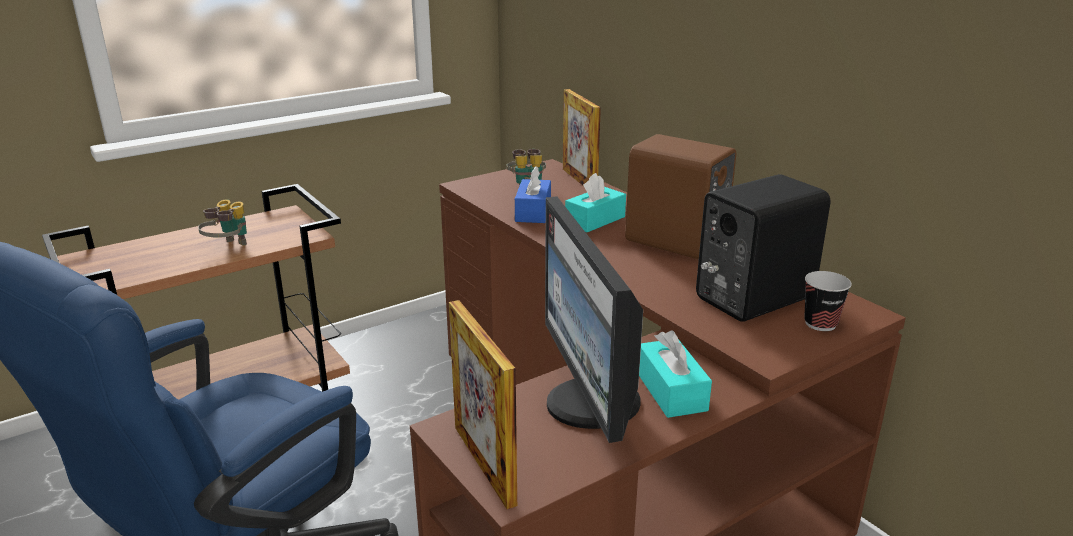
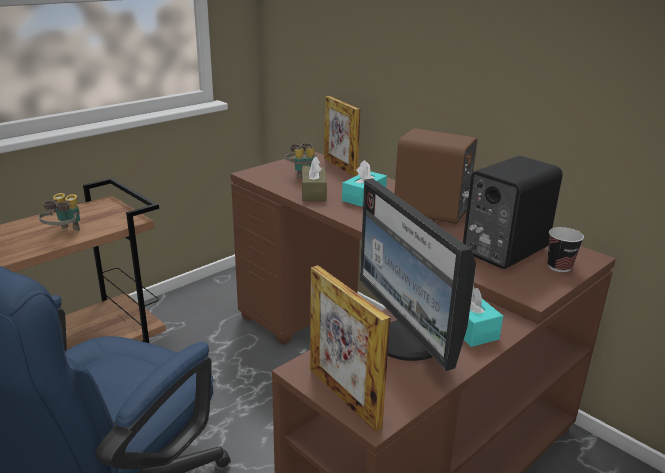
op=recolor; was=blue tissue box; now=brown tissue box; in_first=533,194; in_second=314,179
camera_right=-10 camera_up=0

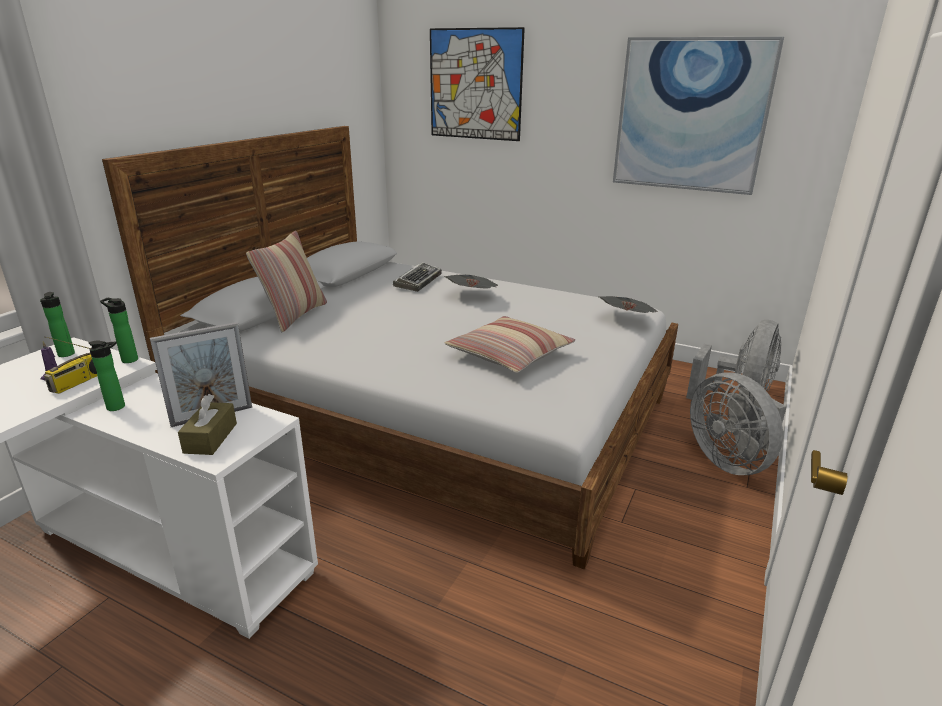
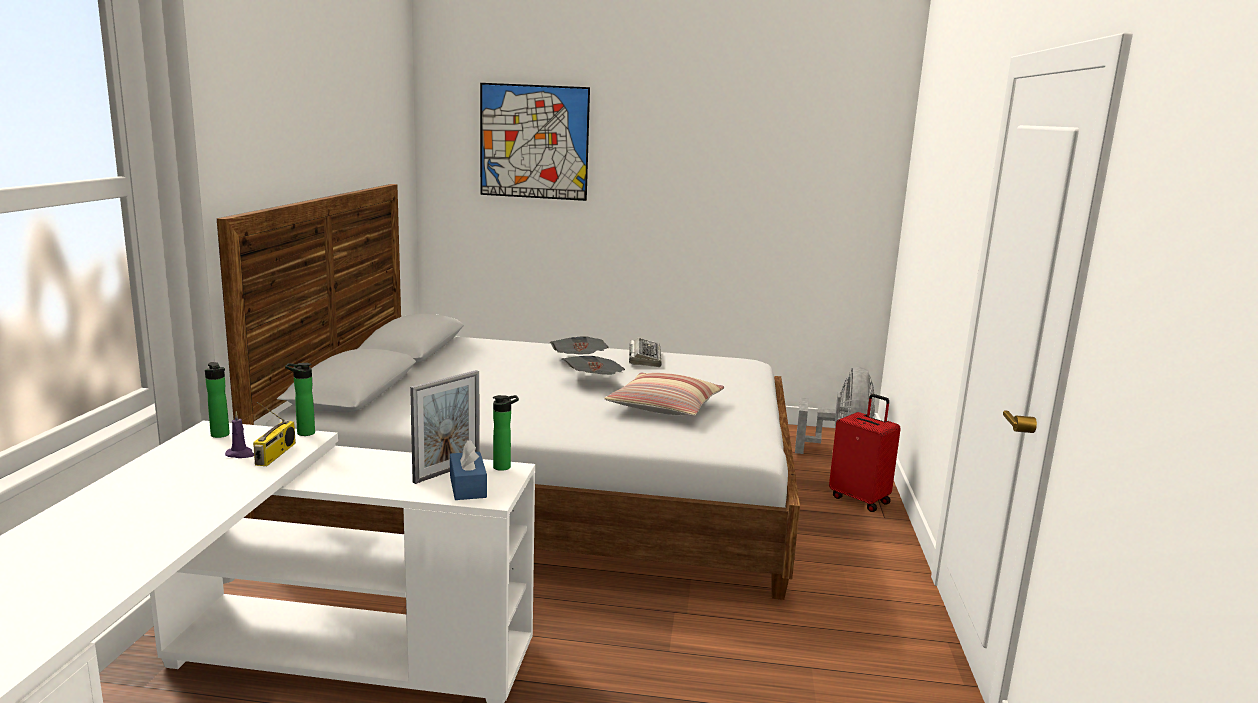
op=recolor; was=brown tissue box; now=blue tissue box; in_first=207,424; in_second=468,470
op=move; was=bottle; in_first=106,375; in_second=506,433
op=move; was=newspaper; in_first=627,304; in_second=593,365
op=move; was=keyboard; in_first=417,277; in_second=645,352
op=replace; was=grey fan; now=red suitcase; in_first=738,423; in_second=865,453
op=delete; was=pillow; in_first=286,281
op=delete; was=picture; in_first=698,116
camera_right=-20 camera_up=-10

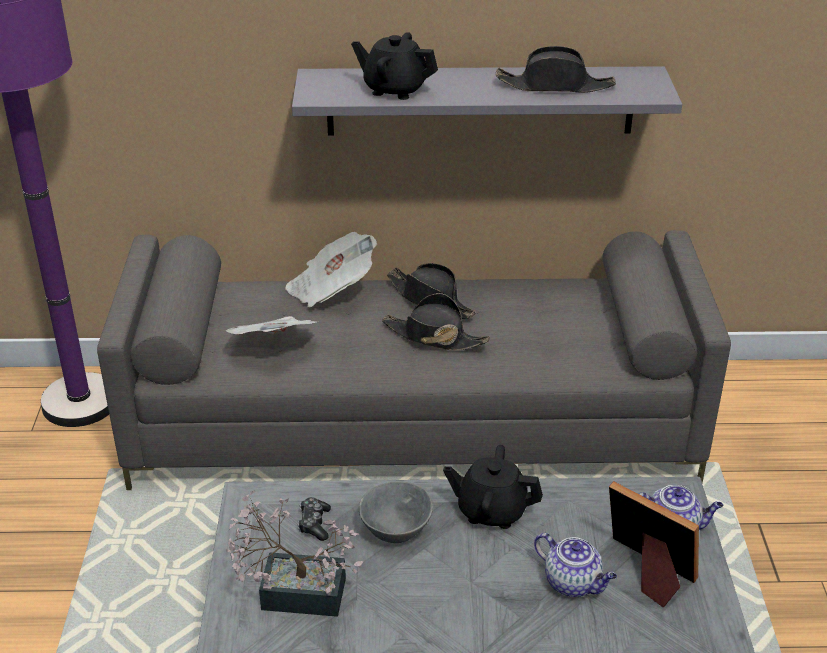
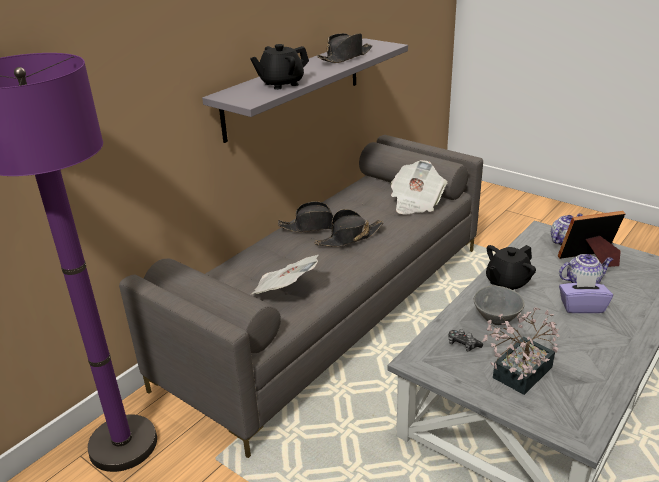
op=move; was=newspaper; in_first=331,269; in_second=419,187
op=insert; now=purple tissue box; in_second=586,294
camera_right=-50 camera_up=-5

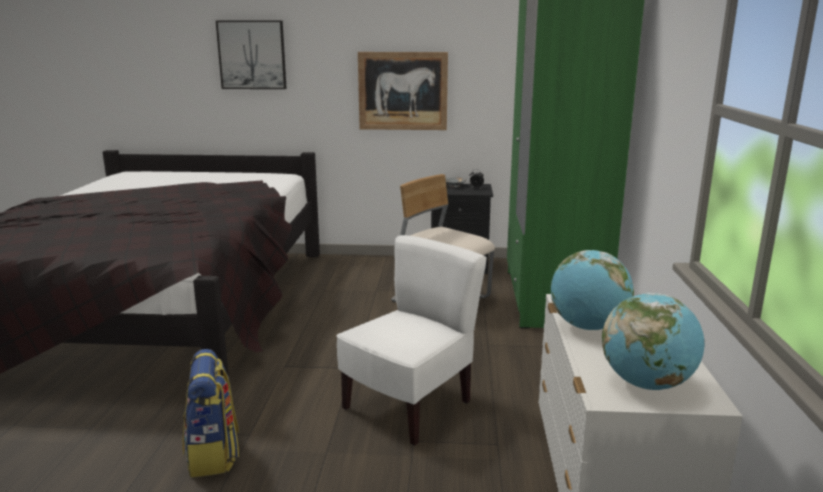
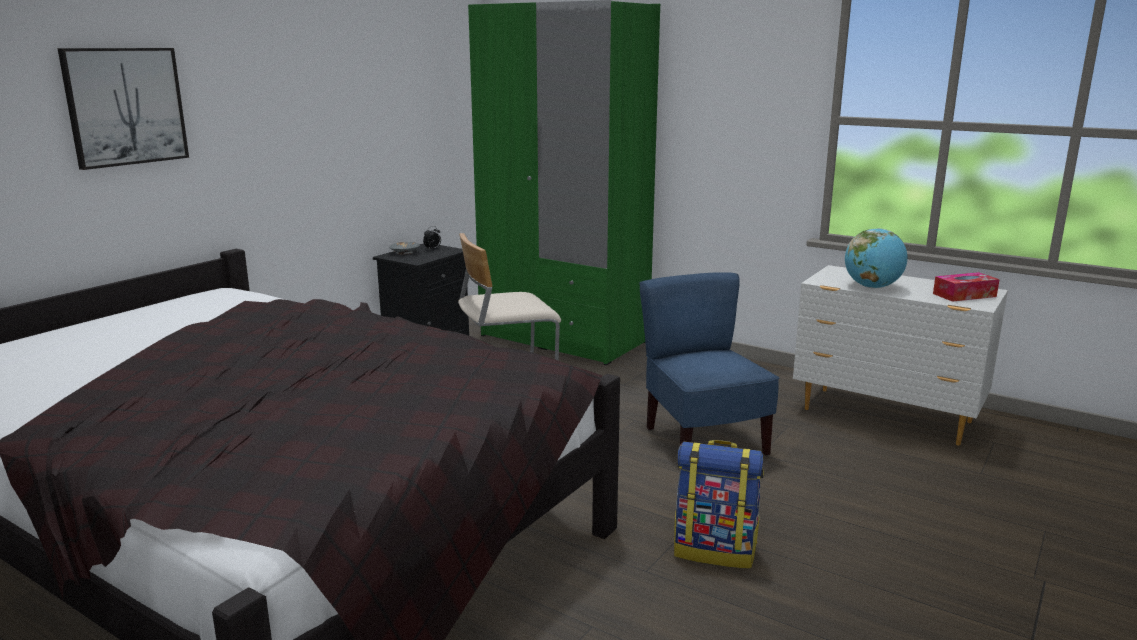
op=recolor; was=white chair; now=blue chair; in_first=411,340; in_second=709,364
op=replace; was=globe; now=tissue box; in_first=653,341; in_second=966,287
op=delete; was=picture; in_first=403,91
camera_right=-60 camera_up=0

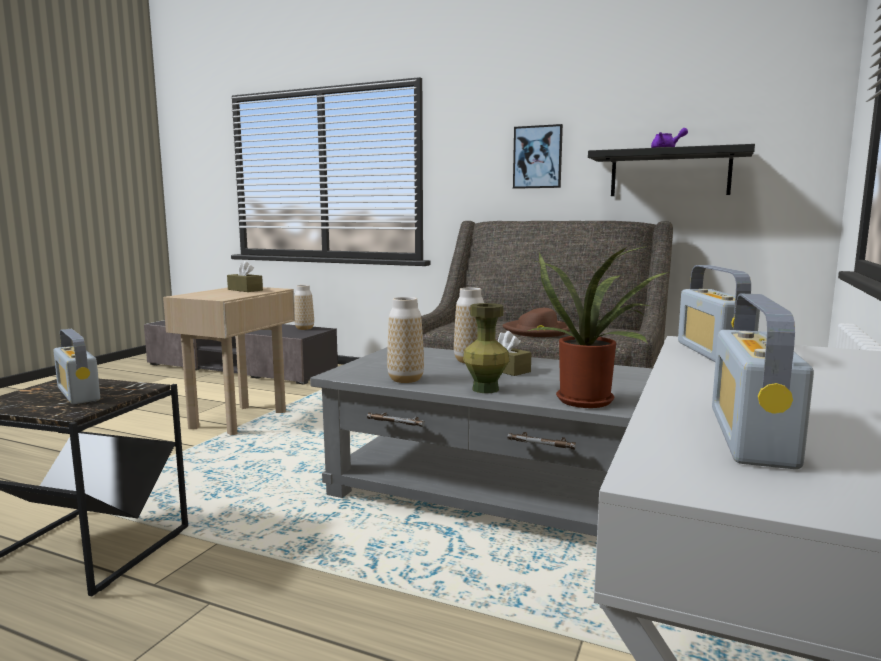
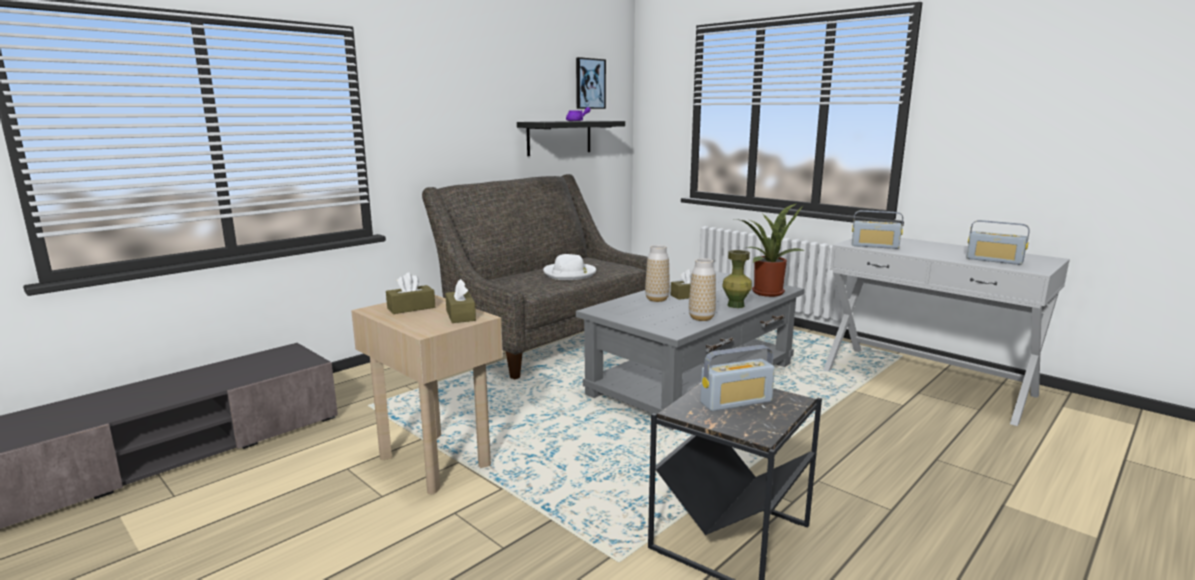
op=insert; now=brown tissue box; in_second=460,301
op=recolor; was=brown hat; now=white hat; in_first=536,322; in_second=569,267
op=move; was=picture; in_first=538,156; in_second=591,83
op=delete; was=vase; in_first=304,307
camera_right=-70 camera_up=5

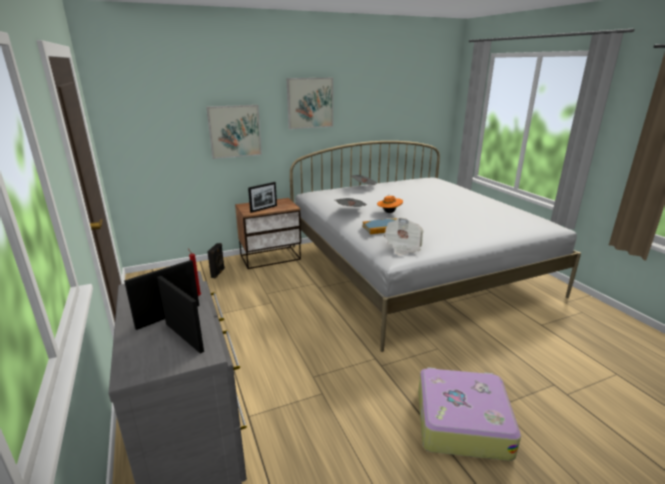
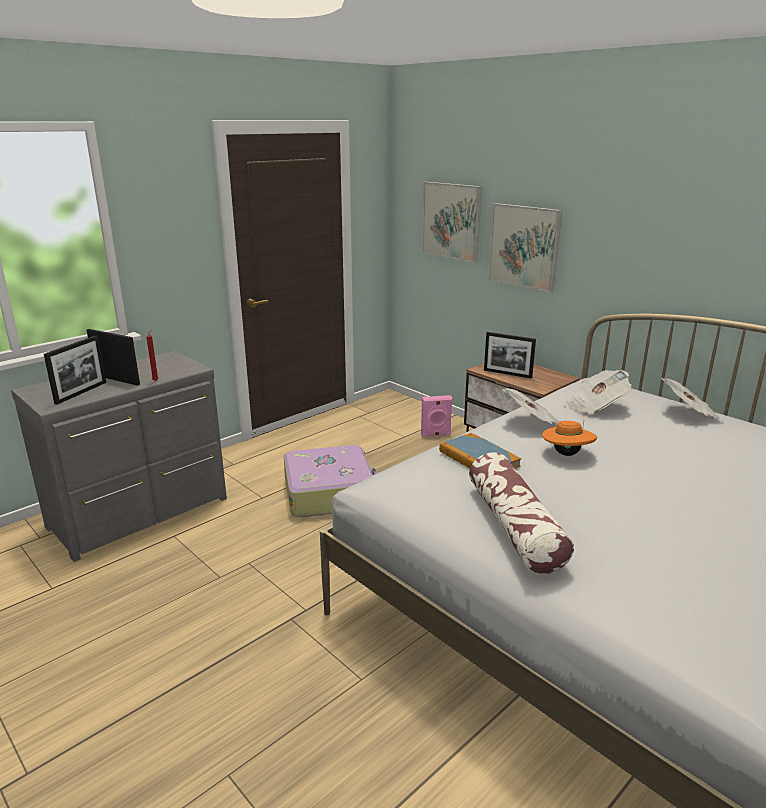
op=move; was=suitcase; in_first=469,414; in_second=330,481
op=recolor; was=black speaker; now=pink speaker; in_first=216,260; in_second=437,416
op=move; was=picture; in_first=310,103; in_second=452,222
op=insert; now=pillow; in_second=521,513
op=move; was=newspaper; in_first=403,236; in_second=597,392
camera_right=70 camera_up=0

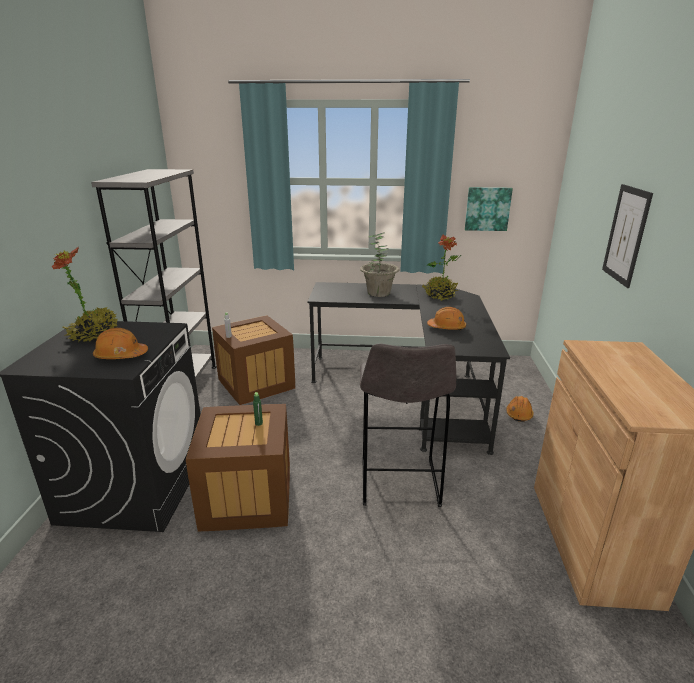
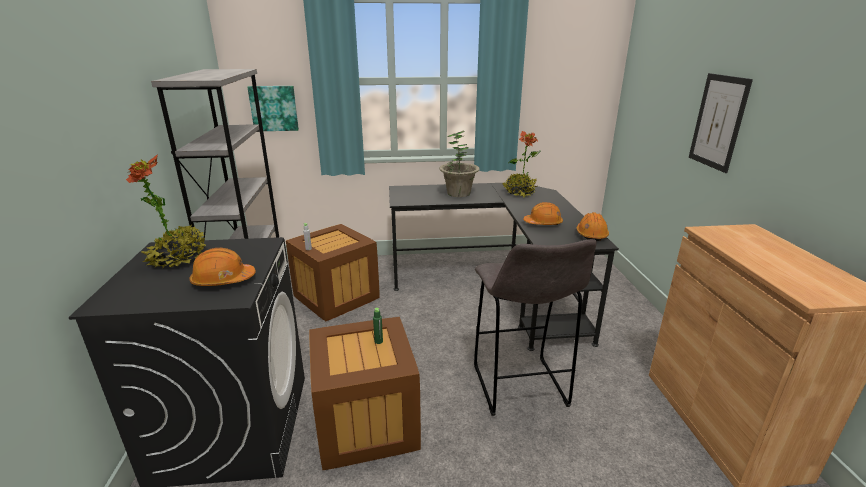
op=move; was=picture; in_first=489,209; in_second=273,108
op=move; was=orange hard hat; in_first=520,409; in_second=593,226
camera_right=-10 camera_up=0

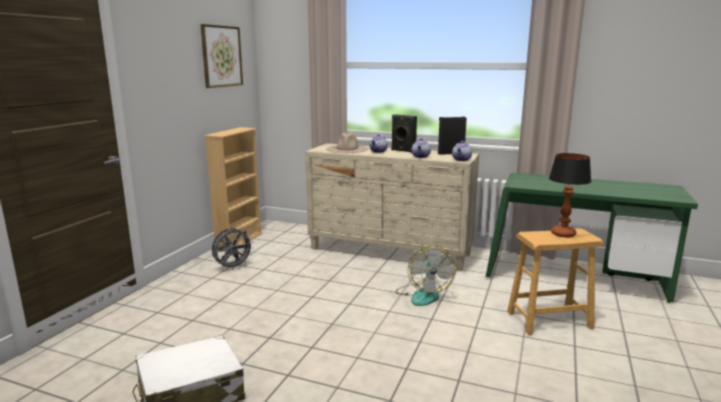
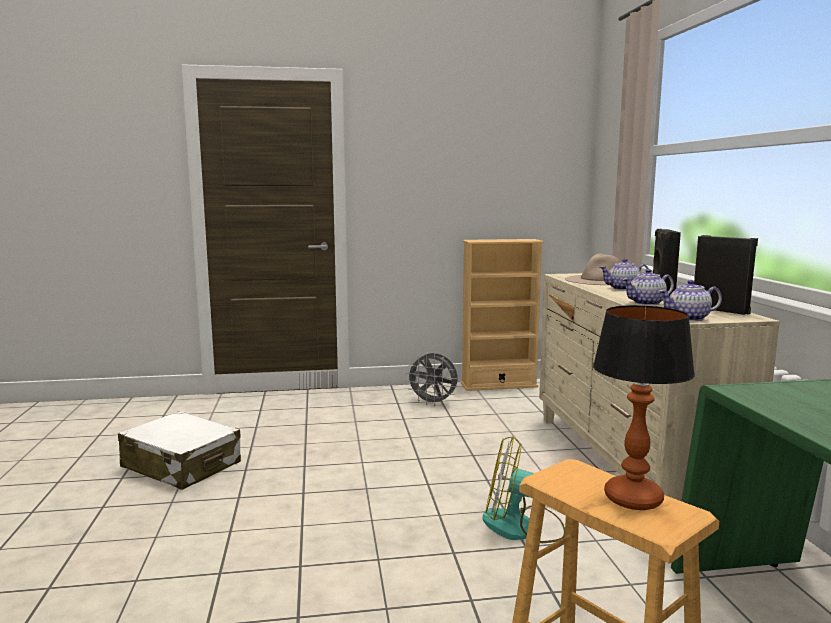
op=rotate; was=fan; in_first=425,276; in_second=523,489; clockwise=45
op=delete; was=picture; in_first=222,56
camera_right=60 camera_up=-5

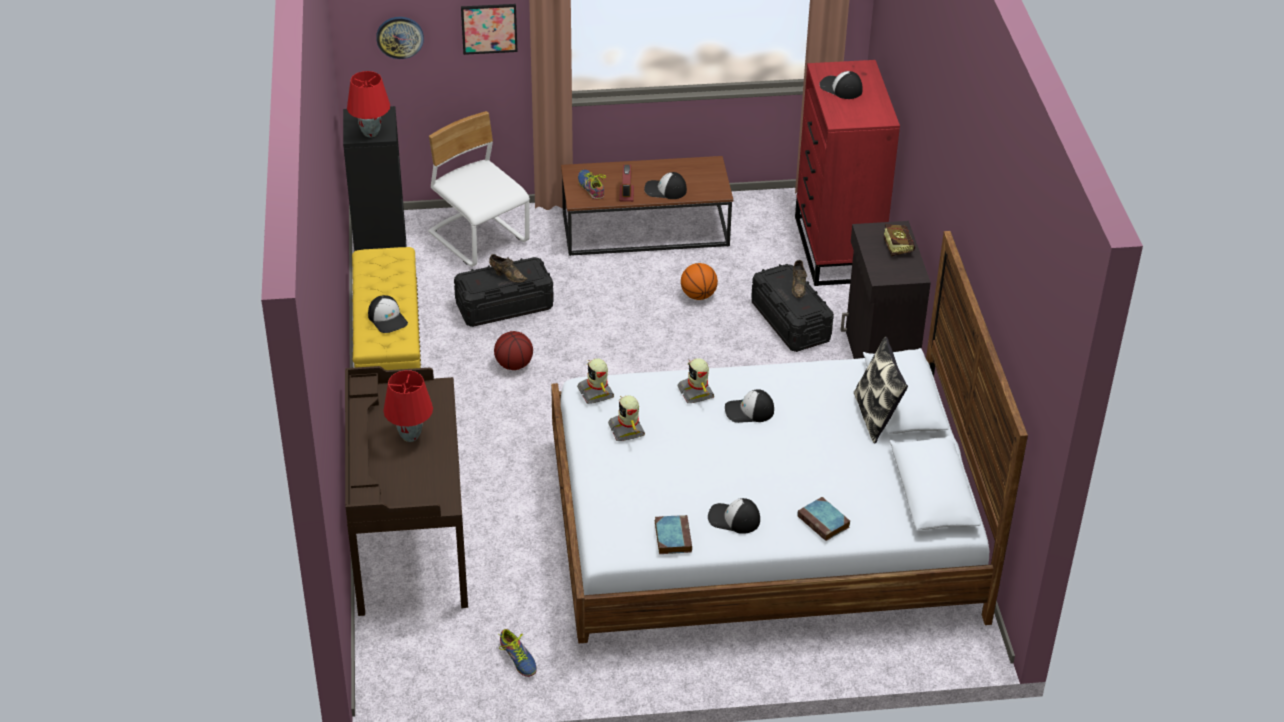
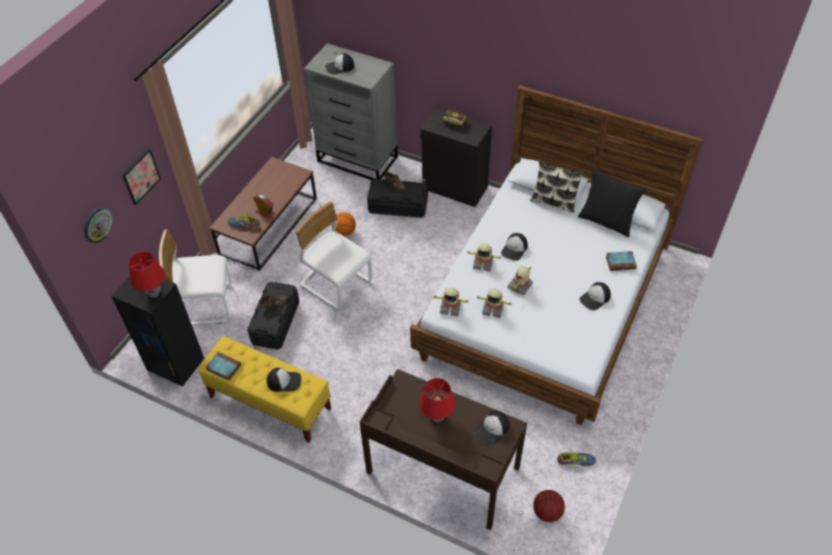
op=move; was=book; in_first=673,534; in_second=223,366
op=insert; now=white chair; in_second=333,255
op=recolor; was=red dresser; now=grey dresser; in_first=847,173; in_second=351,111
op=move; was=cap; in_first=665,185; in_second=492,428
op=insert; now=toy robot; in_second=520,280
op=move; was=basketball; in_first=513,350; in_second=549,506
op=insert; now=black pillow; in_second=612,202
camera_right=-55 camera_up=10

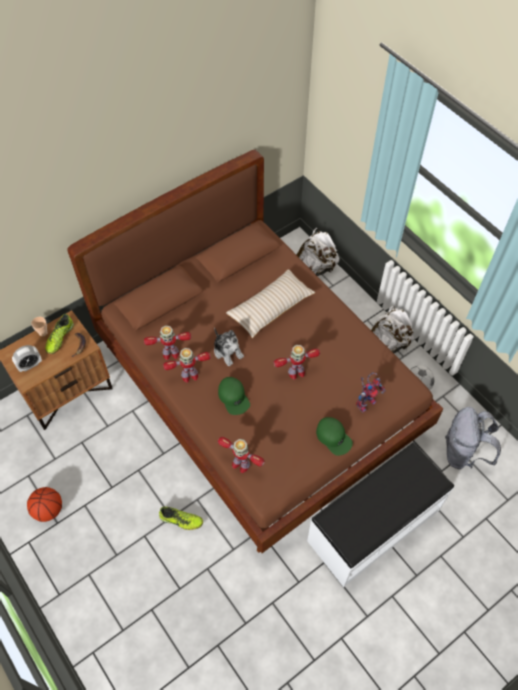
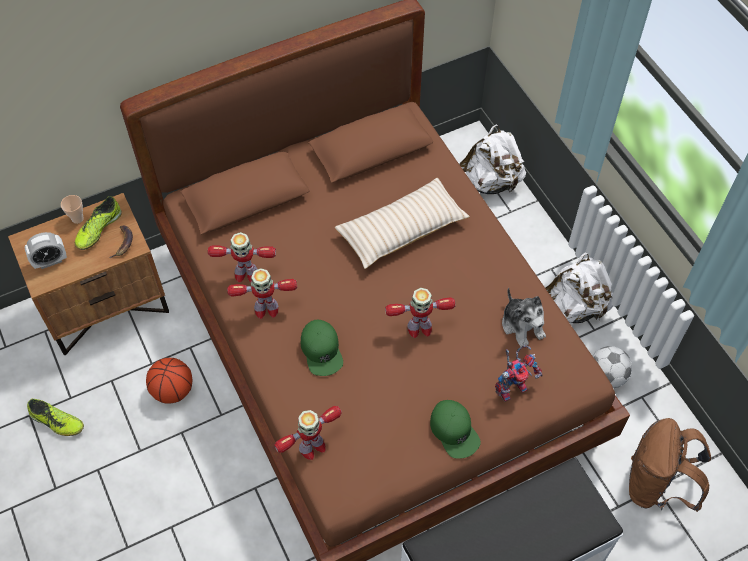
op=move; was=shoe; in_first=181,518; in_second=55,417
op=move; was=basketball; in_first=44,504; in_second=169,380
op=rotate; was=toy robot; in_first=241,455; in_second=308,433; clockwise=-75
op=move; was=plush toy; in_first=229,347; in_second=524,317
op=recolor; was=grey backpack; now=brown backpack; in_first=473,438; in_second=670,465
camera_right=10 camera_up=0

